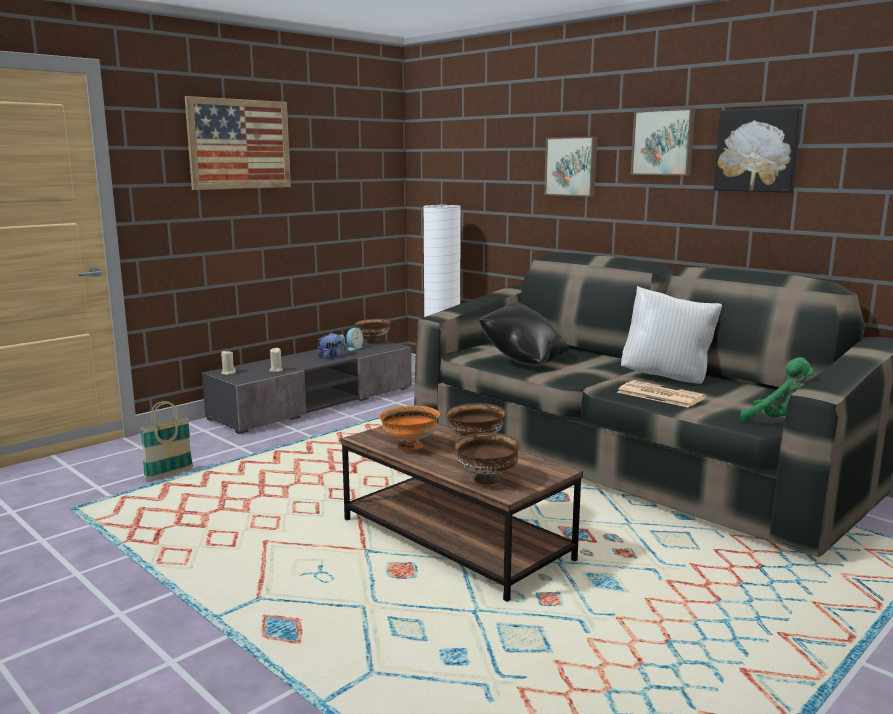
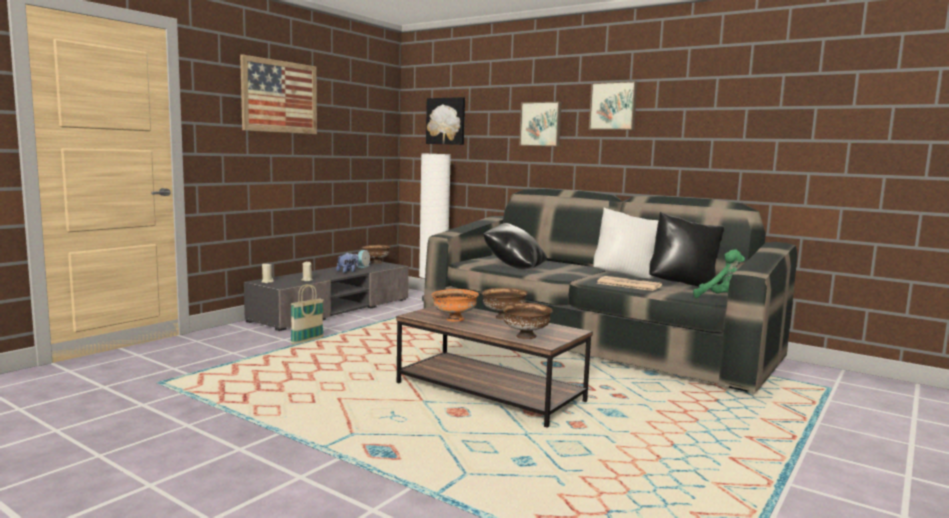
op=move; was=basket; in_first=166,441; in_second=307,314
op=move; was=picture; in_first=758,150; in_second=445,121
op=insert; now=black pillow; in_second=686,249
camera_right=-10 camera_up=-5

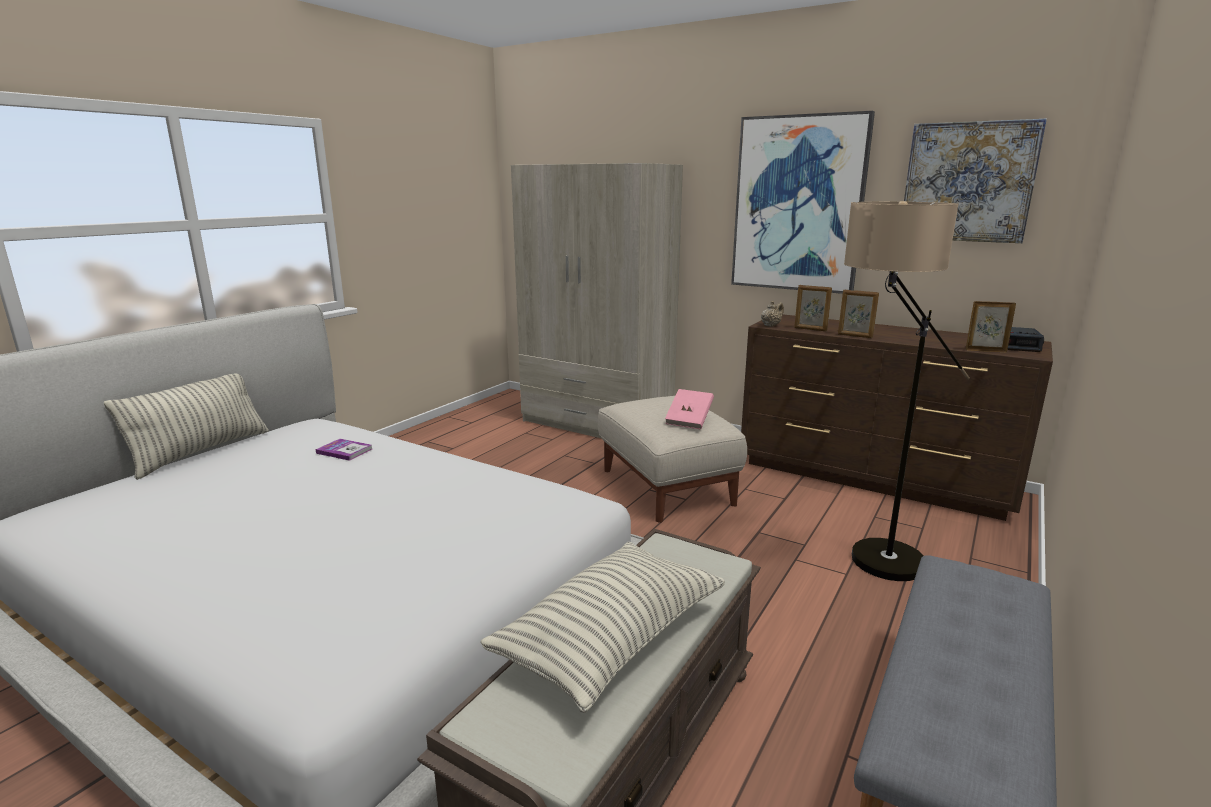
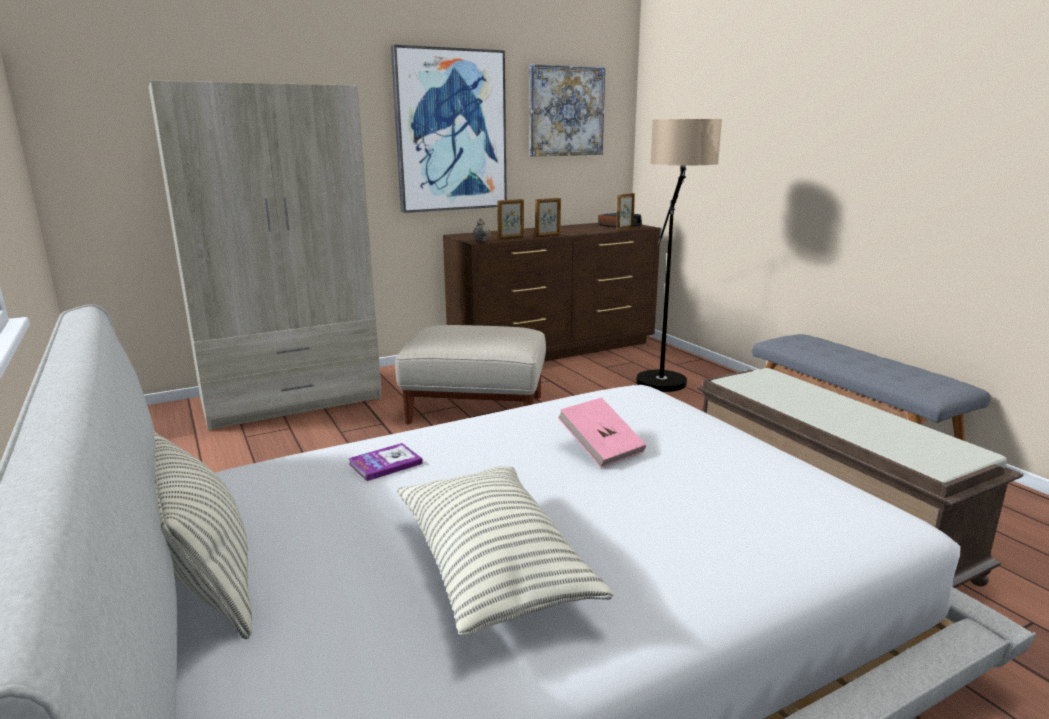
op=move; was=pillow; in_first=602,627; in_second=505,550
op=move; was=pink book; in_first=689,409; in_second=601,433
camera_right=-60 camera_up=0

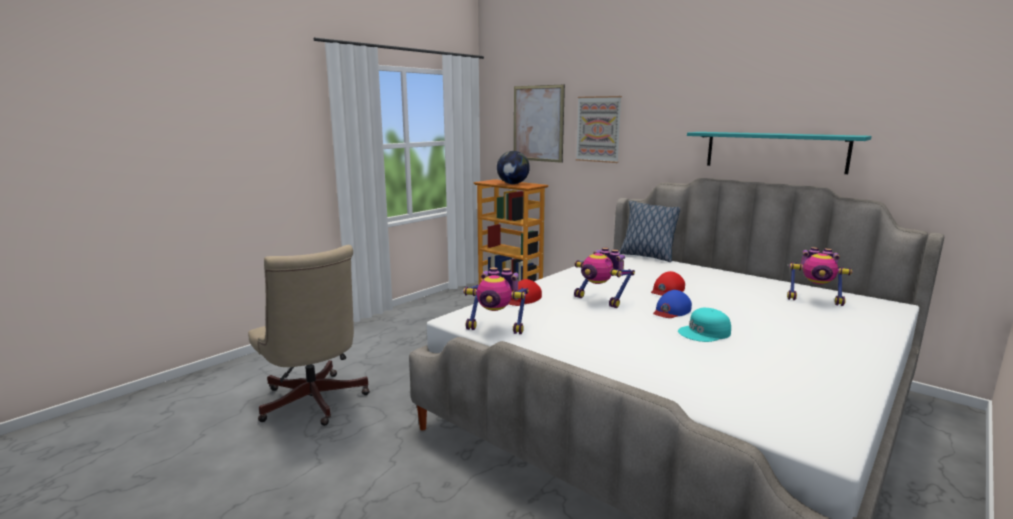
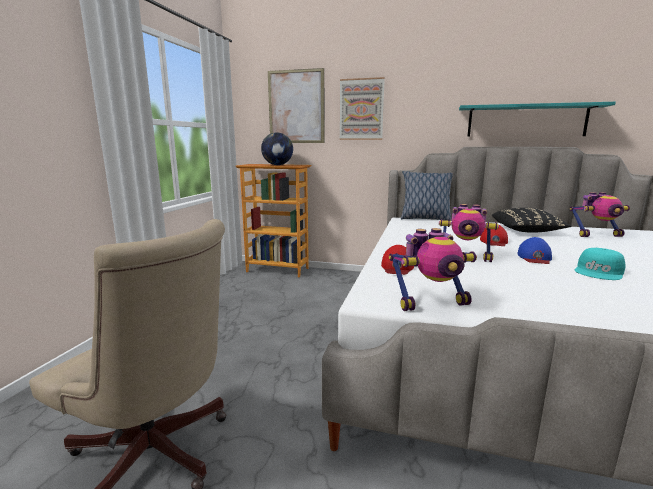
op=insert; now=black pillow; in_second=532,220
camera_right=-25 camera_up=0

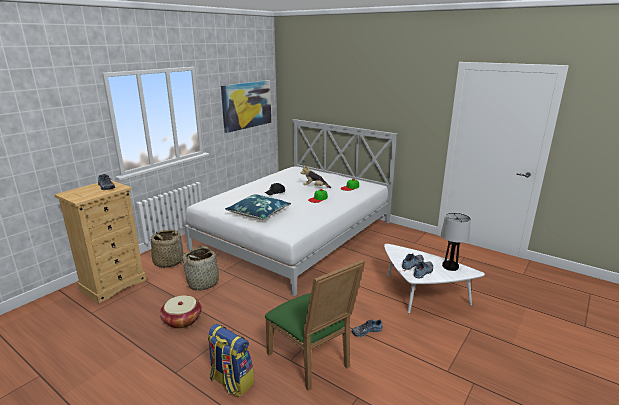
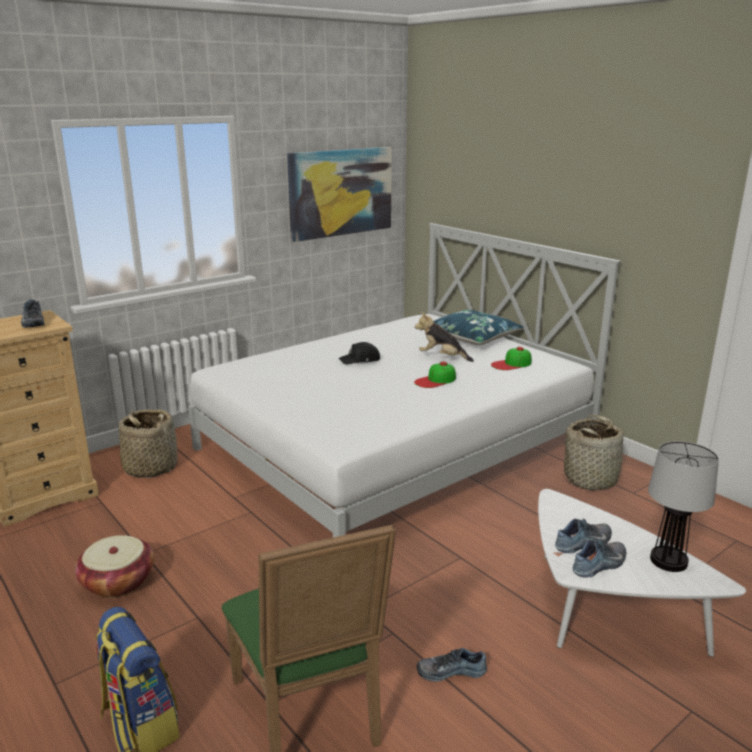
op=move; was=blue pillow; in_first=258,207; in_second=478,327
op=move; was=basket; in_first=203,268; in_second=594,452
camera_right=15 camera_up=0

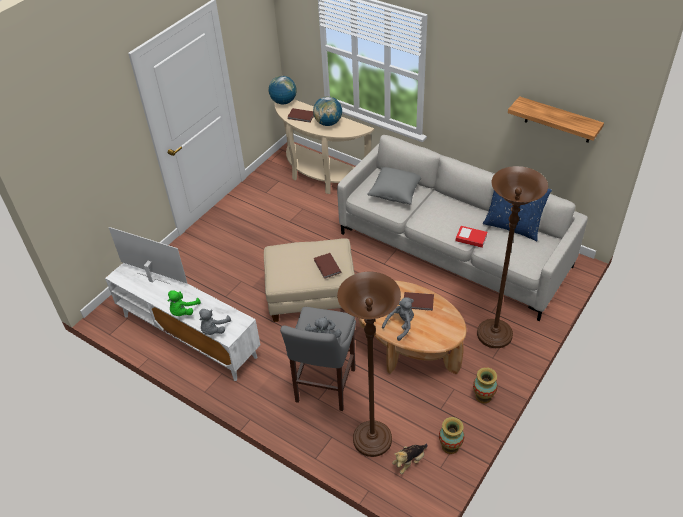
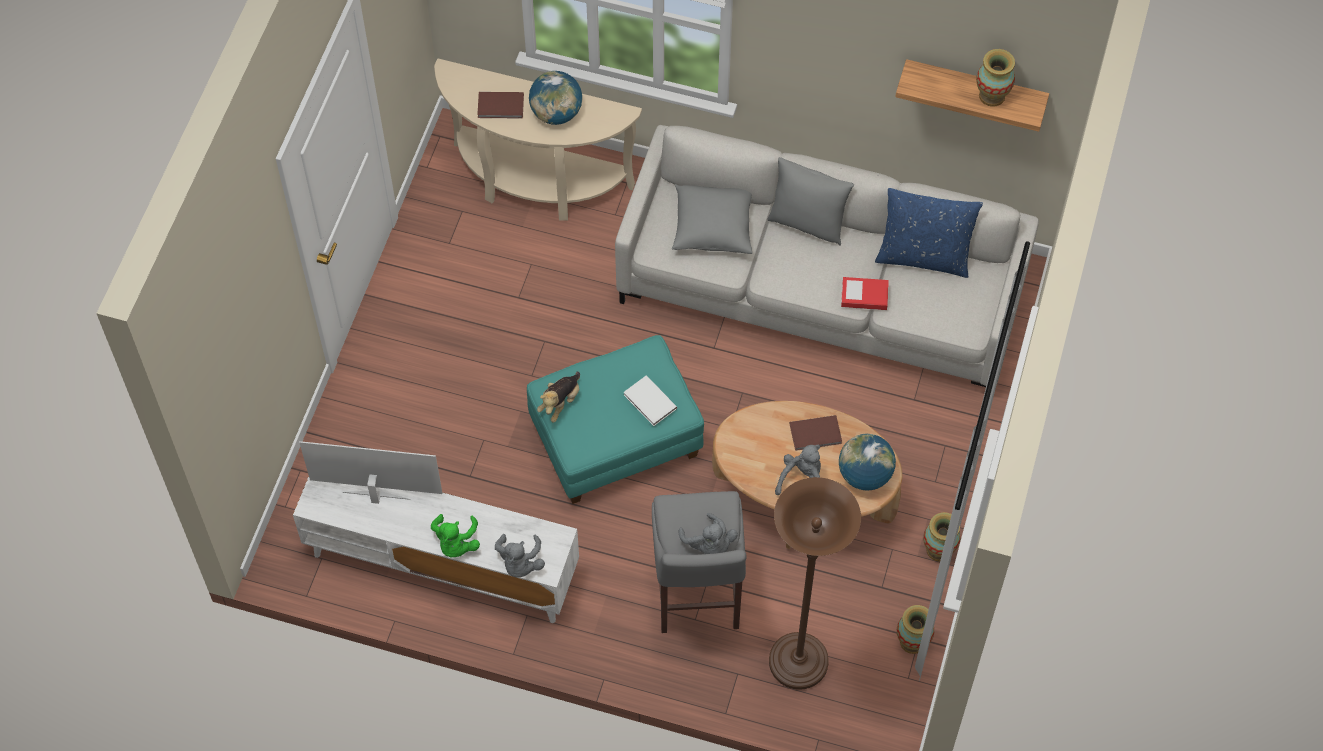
op=recolor; was=beige ottoman; now=turquoise ottoman; in_first=309,280; in_second=615,419
op=move; was=plush toy; in_first=410,459; in_second=558,397
op=recolor; was=brown book; now=white book; in_first=327,266; in_second=650,400
op=insert; now=grey pillow; in_second=810,201
op=move; was=globe; in_first=282,90; in_second=867,462
op=insert; now=vase; in_second=995,78
op=delete; was=brown floor lamp; in_first=512,257
camera_right=-20 camera_up=15

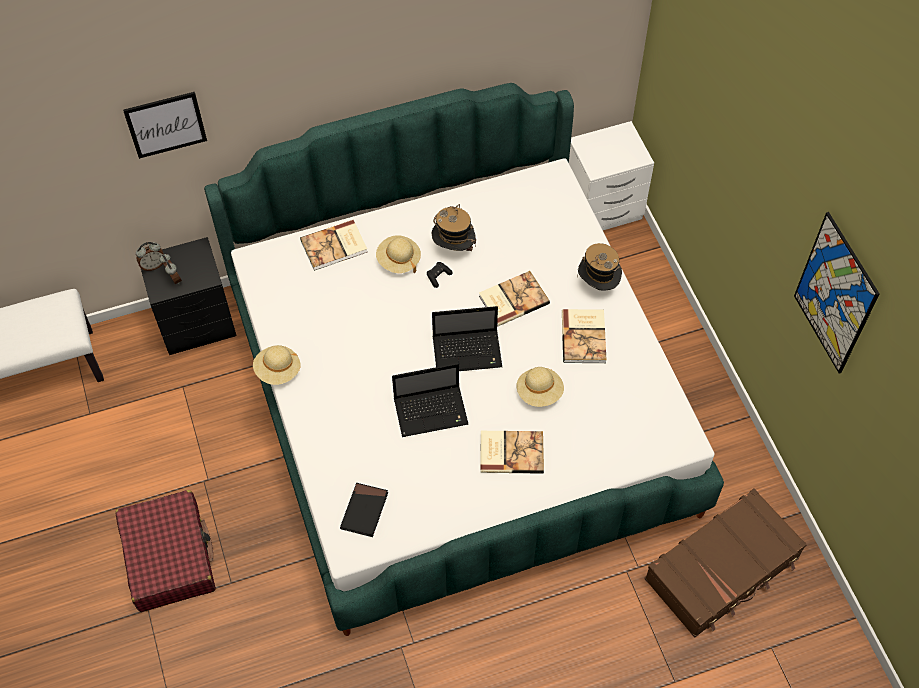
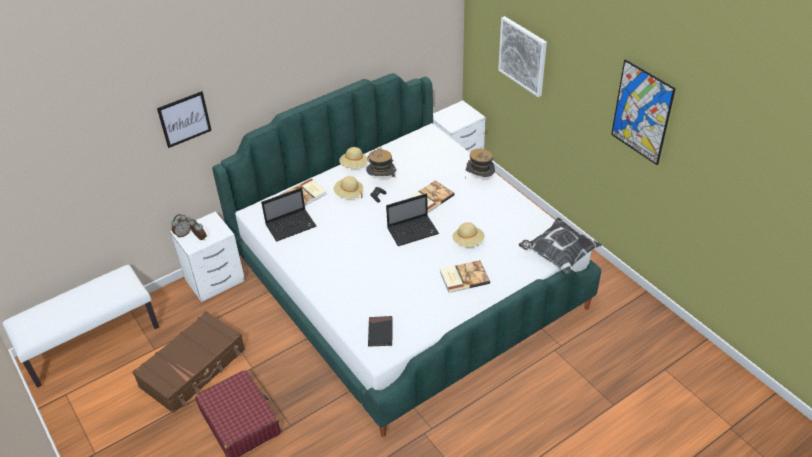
op=move; was=brown suitcase; in_first=725,563; in_second=188,362
op=recolor; was=black nightstand; now=white nightstand; in_first=189,296; in_second=207,256
op=move; was=laptop; in_first=430,400; in_second=288,215
op=move; was=beige hat; in_first=276,365; in_second=353,157
op=insert; now=picture; in_second=522,56
op=insert; now=pillow; in_second=561,245
op=delete; was=book; in_first=584,336
camera_right=-15 camera_up=-15

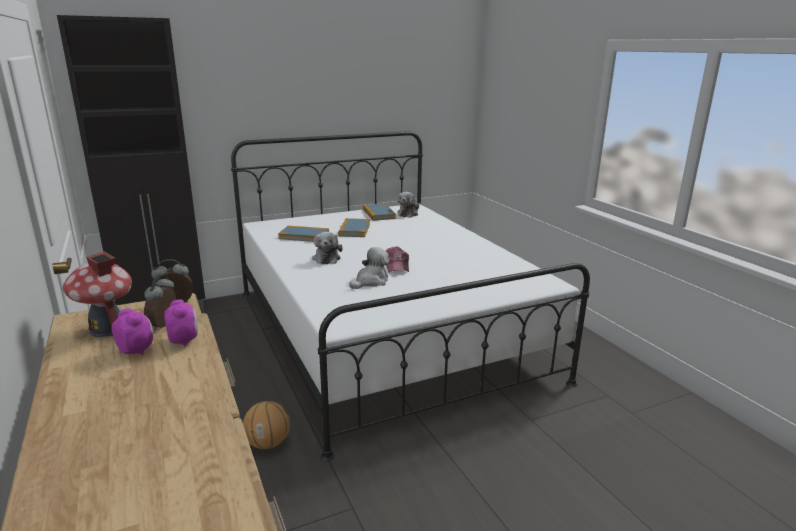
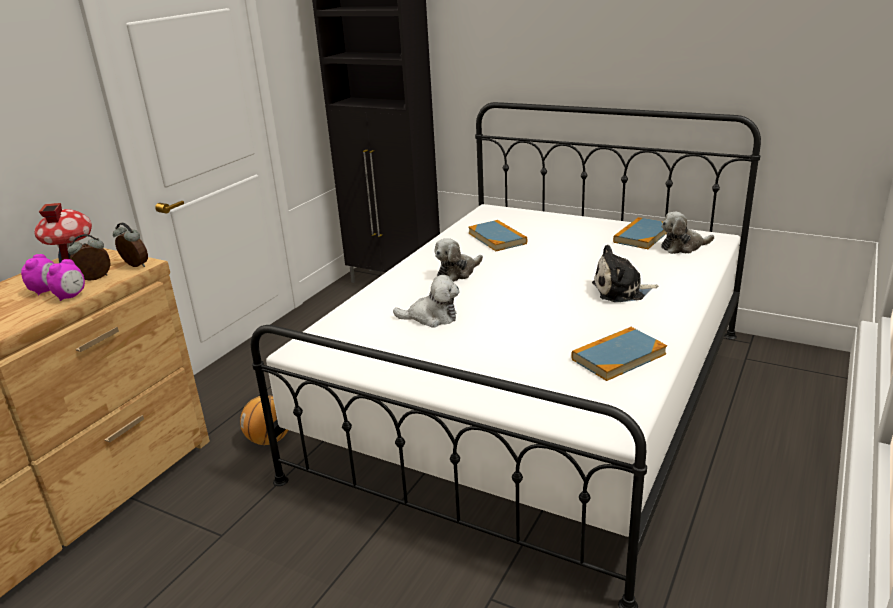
op=move; was=book; in_first=354,227; in_second=619,354
op=insert; now=plush toy; in_second=625,273
op=delete; was=cap; in_first=397,259
camera_right=55 camera_up=5

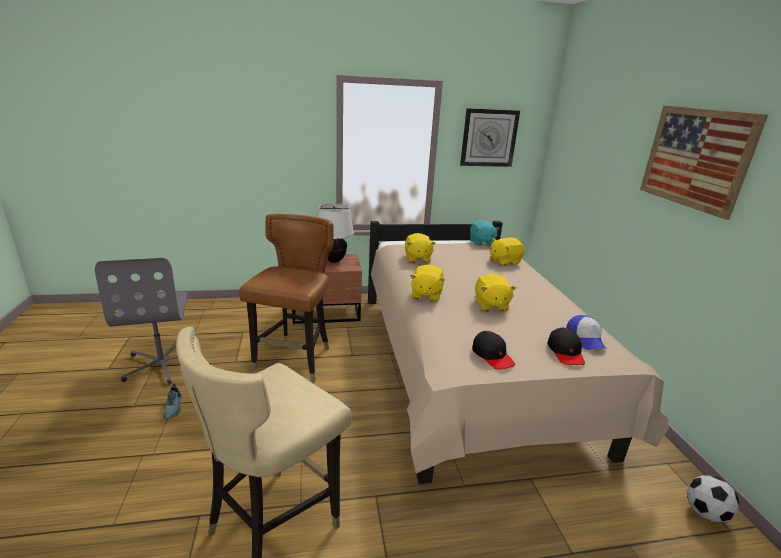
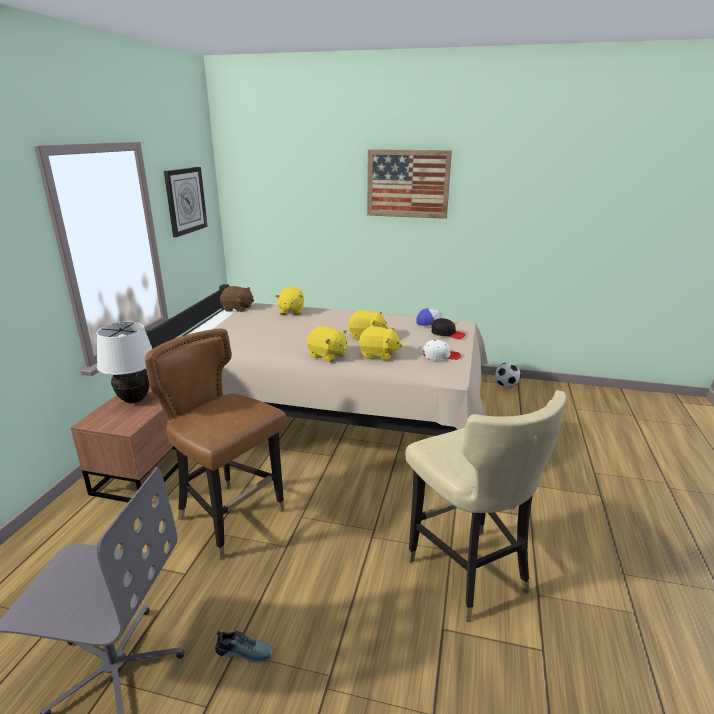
op=recolor; was=turquoise plush toy; now=brown plush toy; in_first=484,232; in_second=237,299
op=move; was=yellow plush toy; in_first=420,248; in_second=380,343
op=recolor; was=black cap; now=white cap; in_first=493,350; in_second=442,350
camera_right=-65 camera_up=0

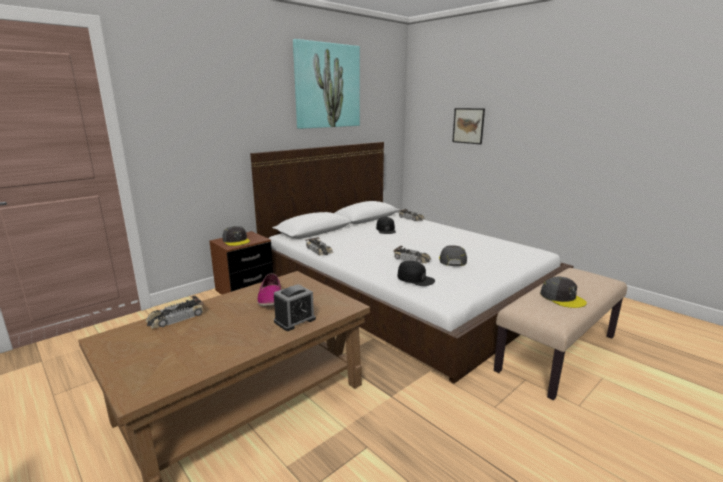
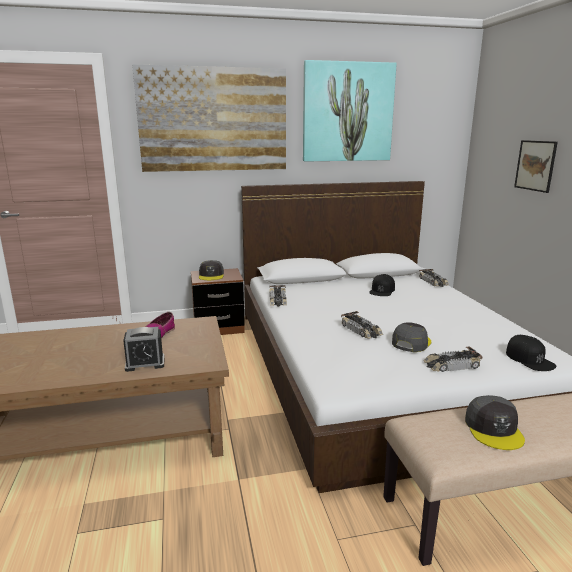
op=insert; now=picture; in_second=209,118
op=move; was=toy car; in_first=174,312; in_second=453,359
op=move; was=black cap; in_first=416,273; in_second=531,353
camera_right=30 camera_up=0

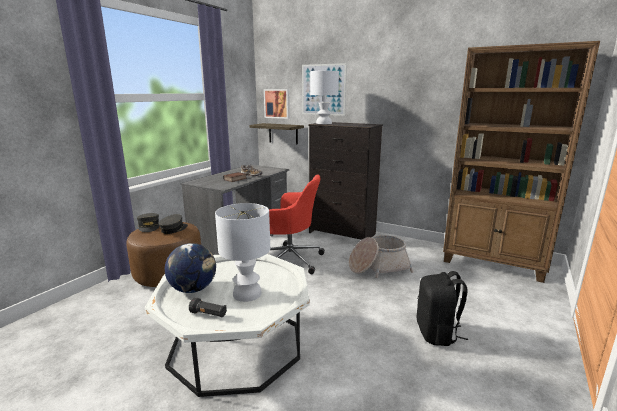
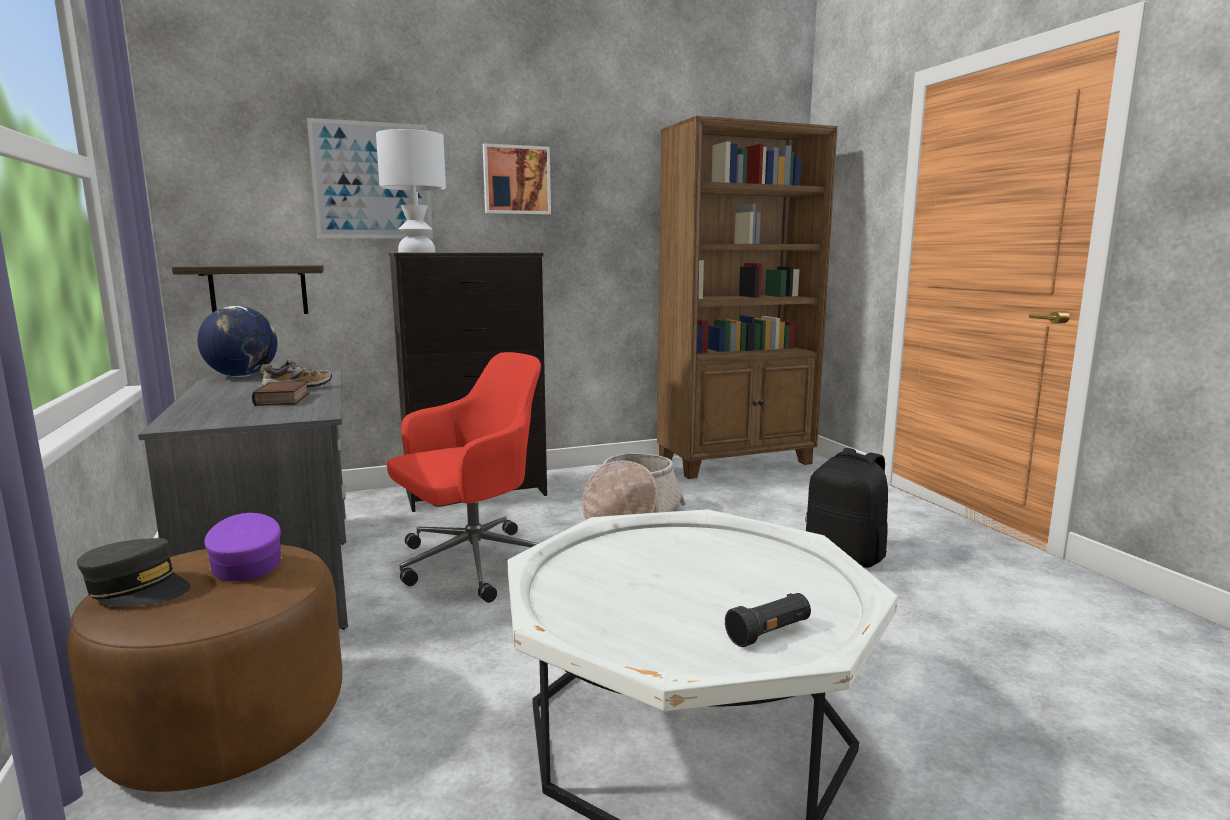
op=move; was=globe; in_first=190,268; in_second=237,341
op=recolor; was=grey cap; now=purple cap; in_first=173,224; in_second=243,547
op=move; was=picture; in_first=277,104; in_second=517,179
op=delete; was=white table lamp; in_first=242,252
camera_right=-50 camera_up=-5

